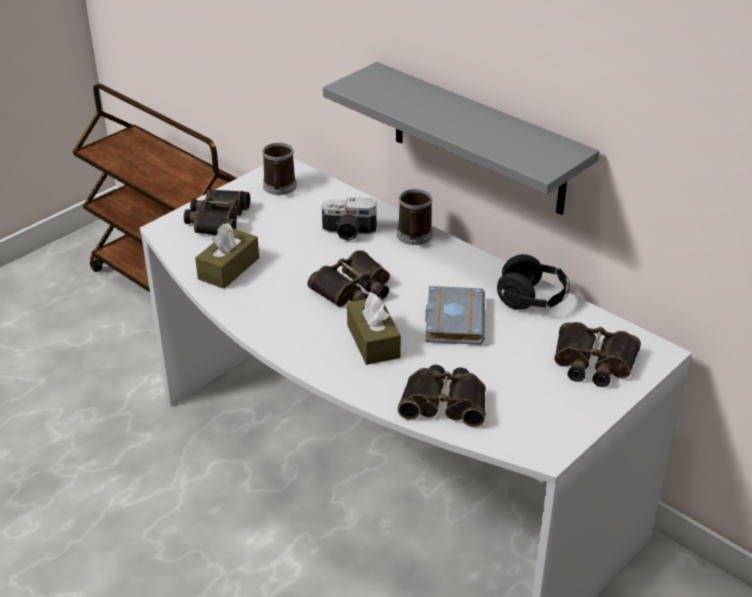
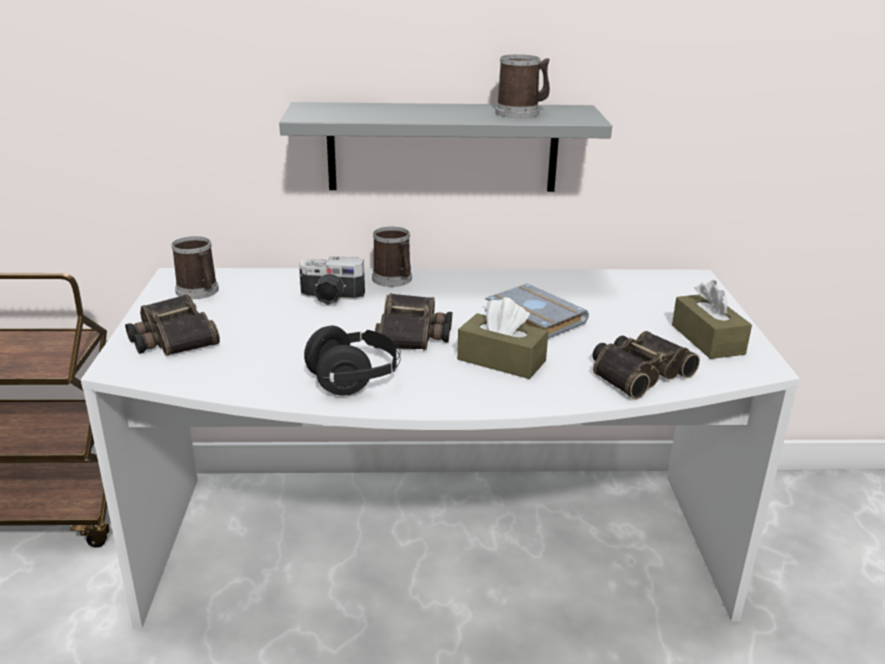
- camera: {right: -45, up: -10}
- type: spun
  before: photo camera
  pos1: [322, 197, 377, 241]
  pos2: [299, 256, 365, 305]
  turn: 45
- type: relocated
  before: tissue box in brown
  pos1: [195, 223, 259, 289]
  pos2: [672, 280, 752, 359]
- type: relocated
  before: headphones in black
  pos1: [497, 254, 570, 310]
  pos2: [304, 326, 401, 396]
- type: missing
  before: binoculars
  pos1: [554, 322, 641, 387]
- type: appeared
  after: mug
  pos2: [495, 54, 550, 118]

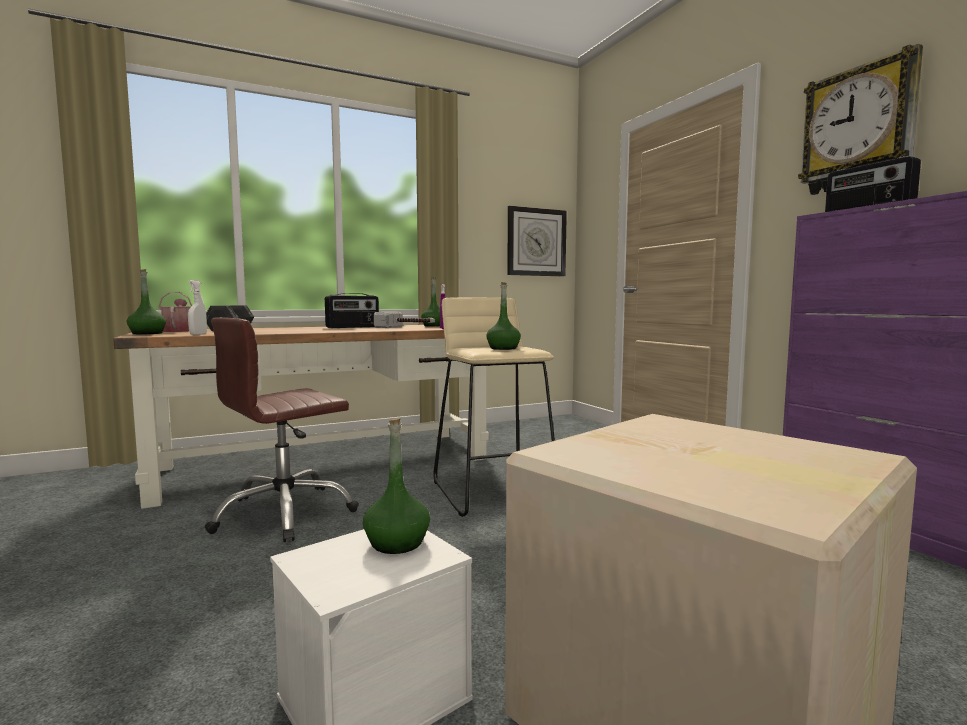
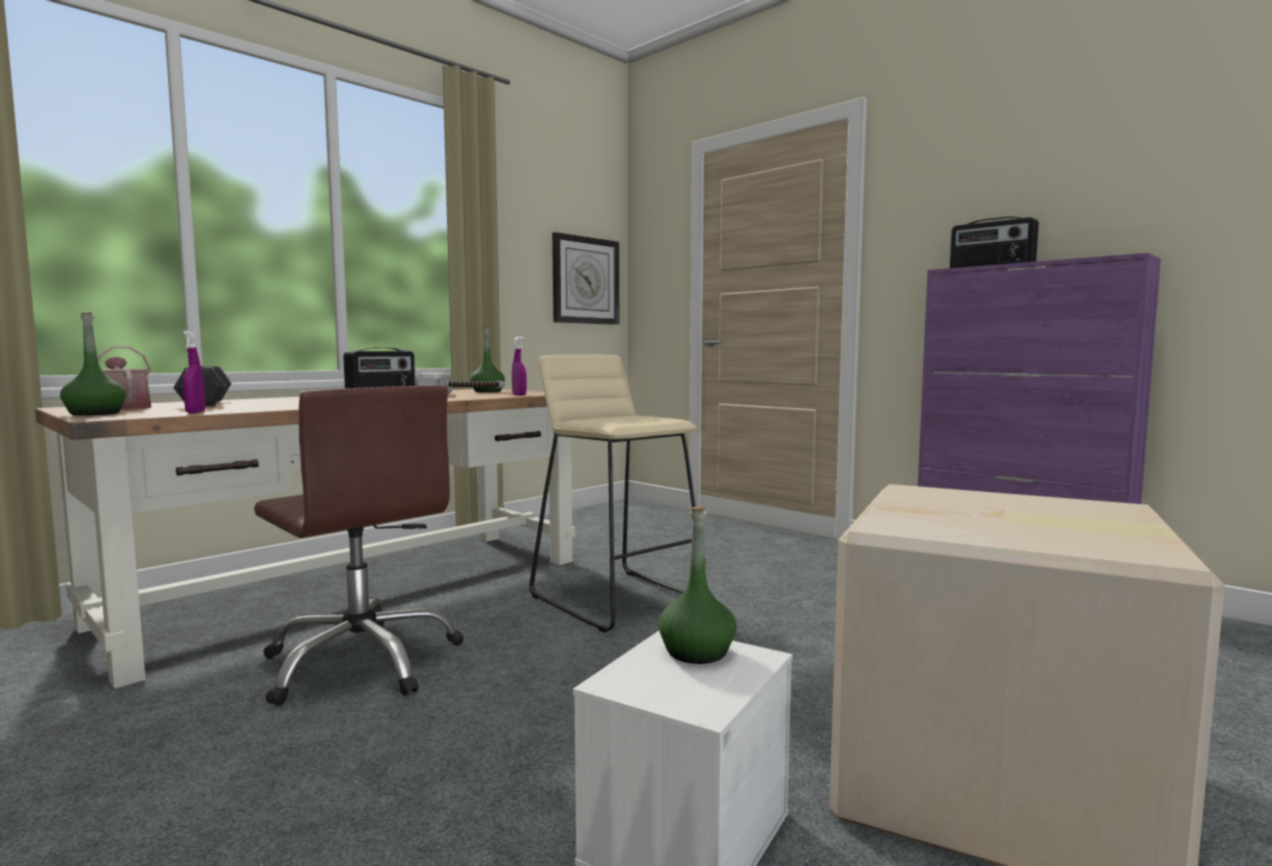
- camera: {right: -20, up: 0}
- type: missing
  before: wall clock
  pos1: [798, 44, 923, 195]
- type: colour
  before: spray bottle in white
  after: spray bottle in purple
  pos1: [188, 280, 207, 335]
  pos2: [183, 330, 206, 413]
- type: missing
  before: bottle in green
  pos1: [486, 282, 521, 350]
- type: spun
  before: office chair in brown
  pos1: [205, 317, 359, 542]
  pos2: [254, 386, 464, 706]
  turn: -75

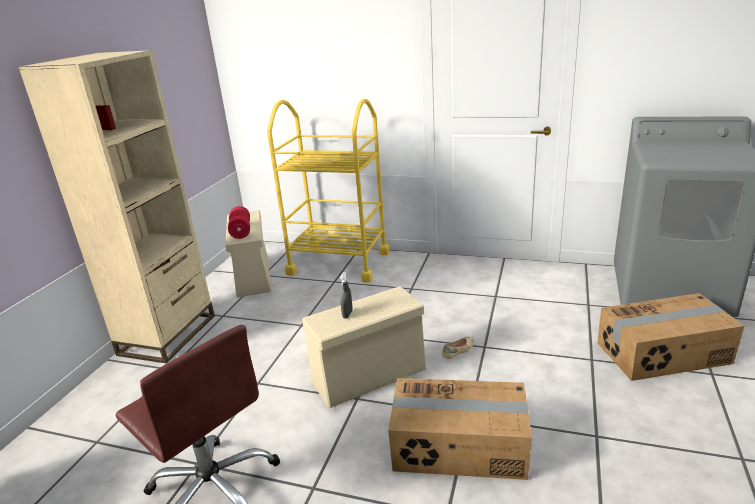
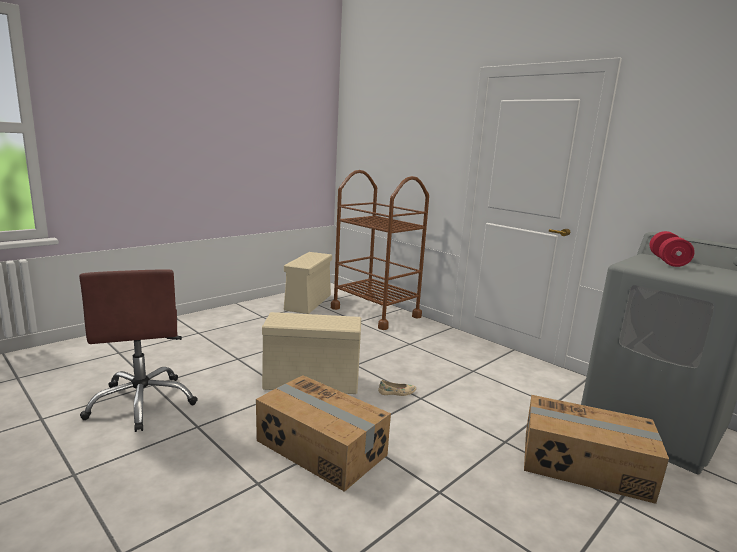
- camera: {right: 25, up: -10}
- type: missing
  before: bookcase in beige
  pos1: [18, 50, 215, 363]
- type: colour
  before: cart in yellow
  after: cart in brown
  pos1: [267, 99, 389, 283]
  pos2: [331, 170, 429, 330]
- type: relocated
  before: dumbbell in red
  pos1: [228, 206, 250, 239]
  pos2: [650, 231, 695, 267]
- type: missing
  before: spray bottle in grey
  pos1: [340, 272, 352, 318]

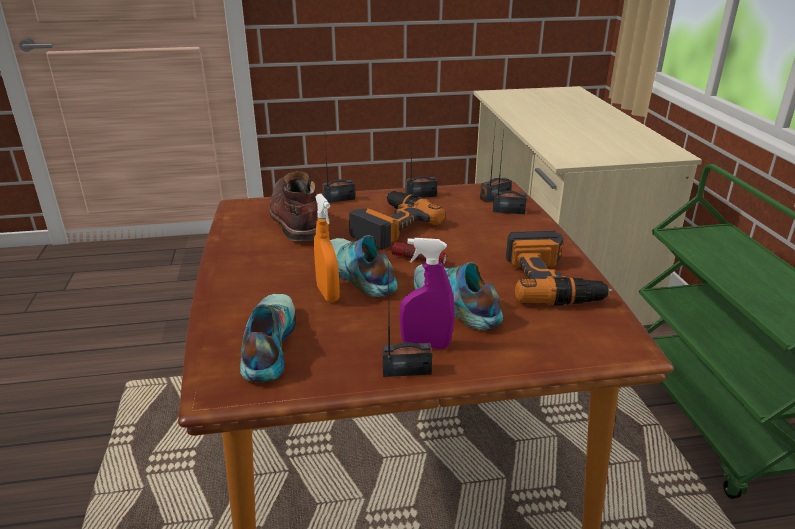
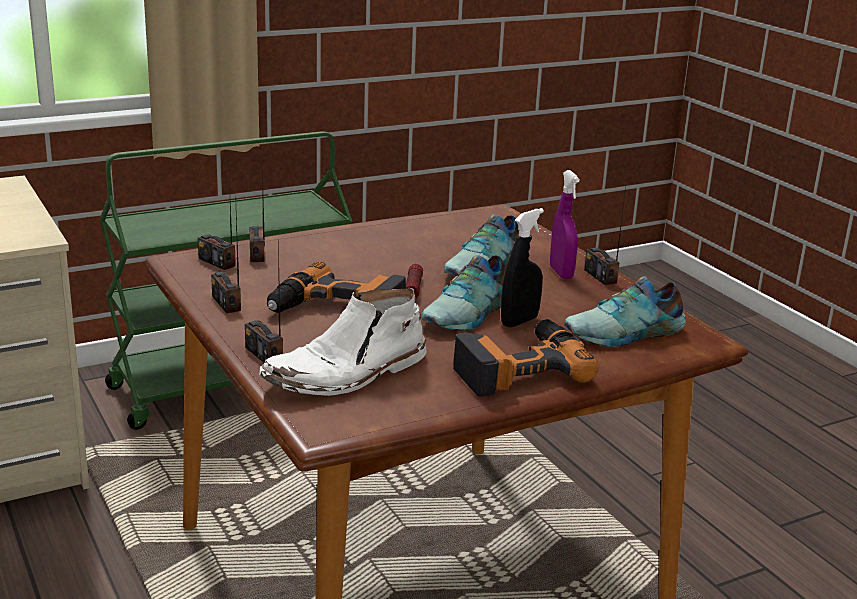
- camera: {right: -110, up: -5}
- type: colour
  before: boot in brown
  after: boot in white
  pos1: [269, 171, 317, 241]
  pos2: [259, 288, 427, 396]
- type: colour
  before: spray bottle in orange
  after: spray bottle in black
  pos1: [314, 194, 340, 302]
  pos2: [501, 208, 544, 327]
- type: relocated
  before: power drill
  pos1: [506, 231, 612, 306]
  pos2: [453, 319, 599, 397]

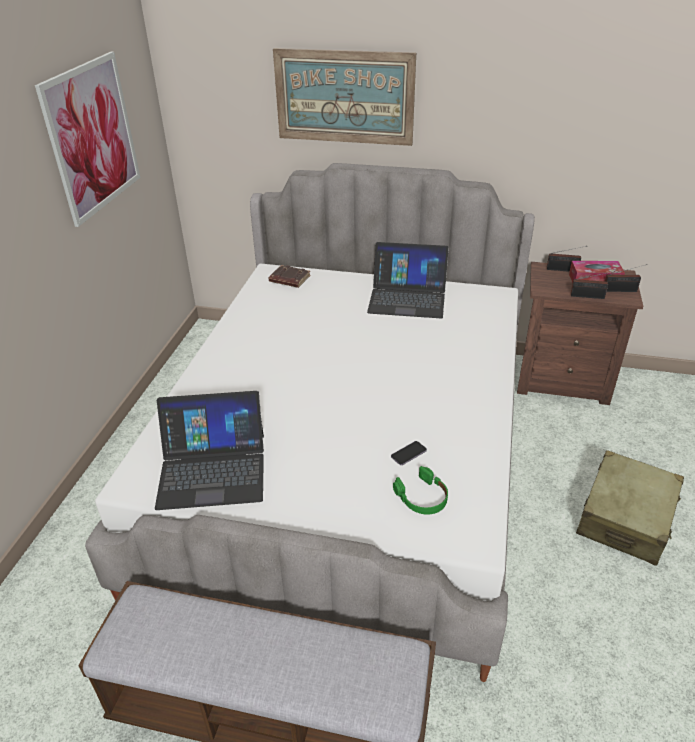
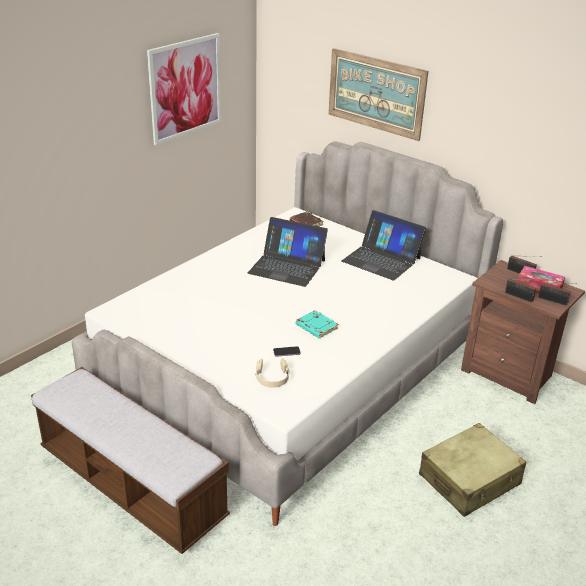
- camera: {right: 25, up: -5}
- type: relocated
  before: laptop
  pos1: [155, 391, 264, 510]
  pos2: [248, 217, 328, 287]
- type: colour
  before: headphones in green
  after: headphones in beige
  pos1: [393, 466, 448, 515]
  pos2: [256, 358, 289, 388]
- type: appeared
  after: book in turquoise
  pos2: [296, 310, 338, 338]

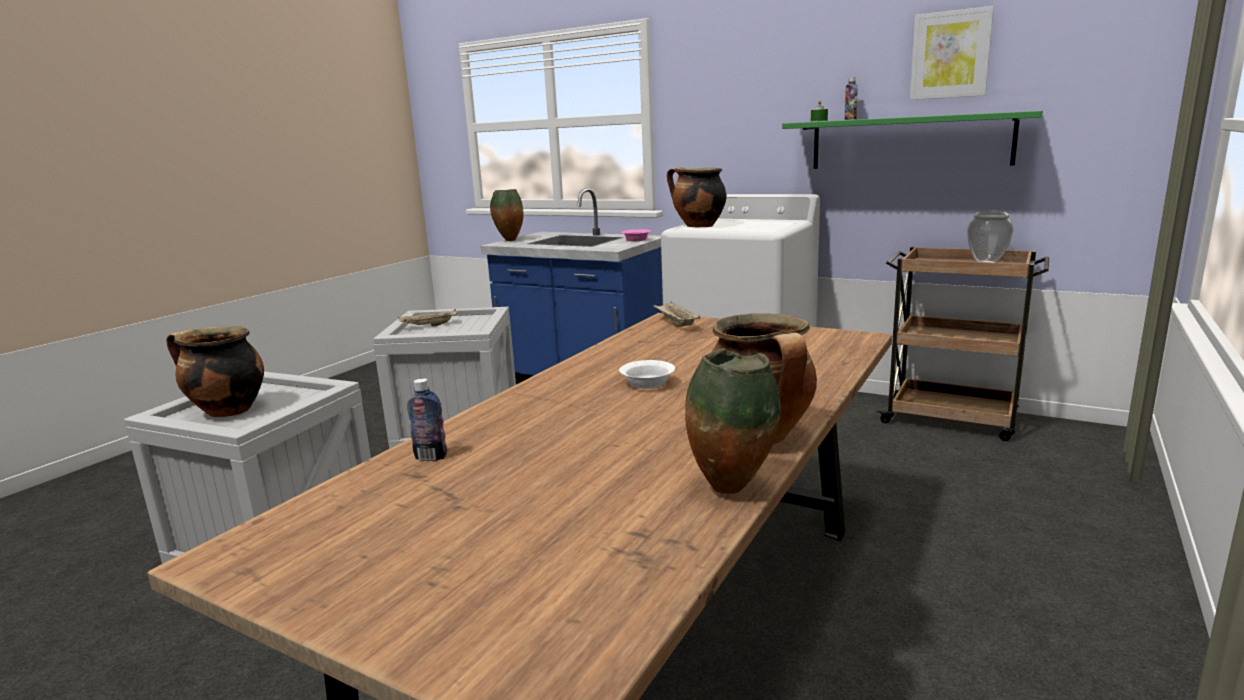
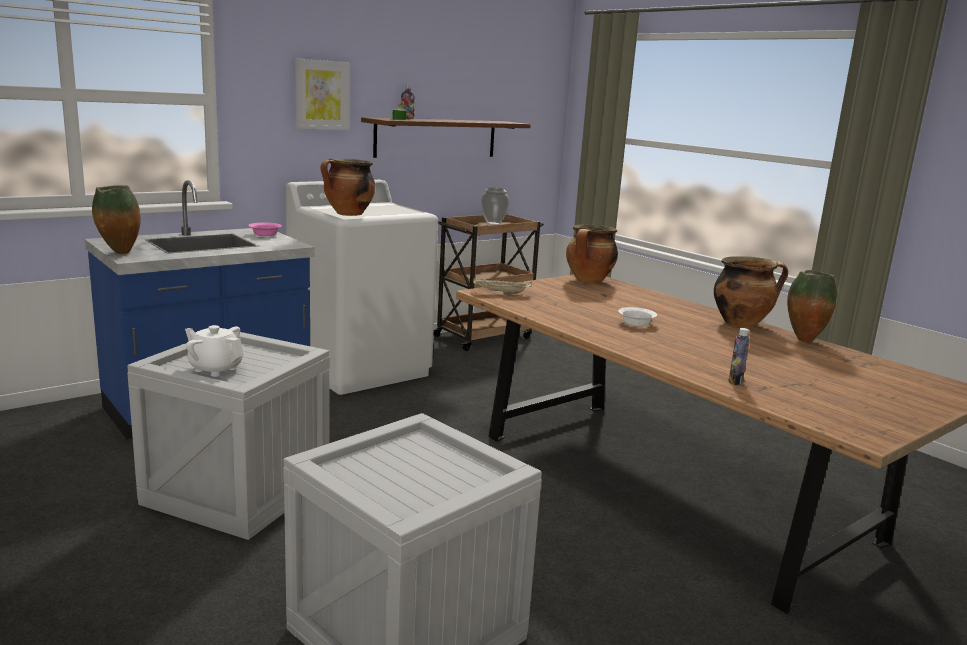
- camera: {right: -70, up: 0}
- type: relocated
  before: picture
  pos1: [910, 6, 994, 100]
  pos2: [295, 58, 349, 130]
- type: colour
  before: shelf in green
  after: shelf in brown
  pos1: [782, 111, 1043, 169]
  pos2: [361, 117, 531, 158]
- type: exchanged
  before: tray in beige
  after: teapot in white
  pos1: [398, 309, 458, 326]
  pos2: [185, 325, 244, 377]
- type: relocated
  before: cooking pot
  pos1: [166, 326, 264, 417]
  pos2: [566, 224, 618, 283]

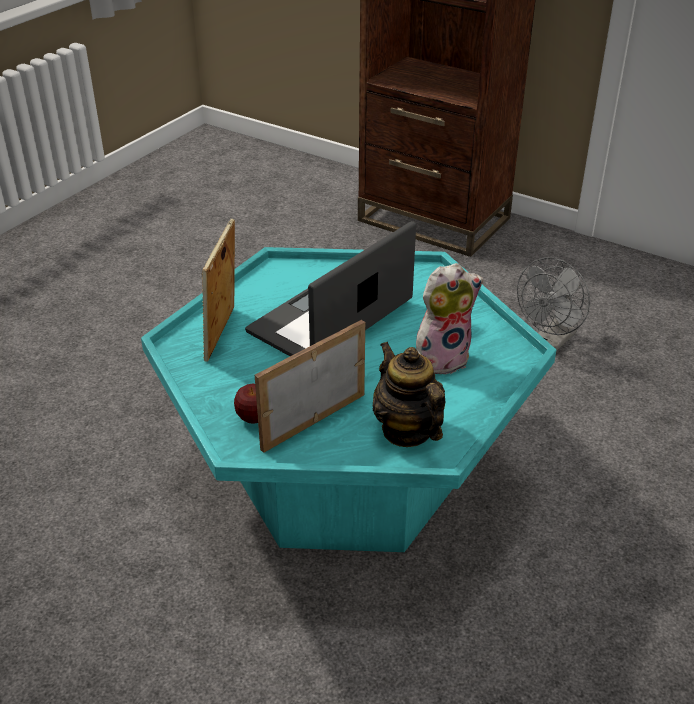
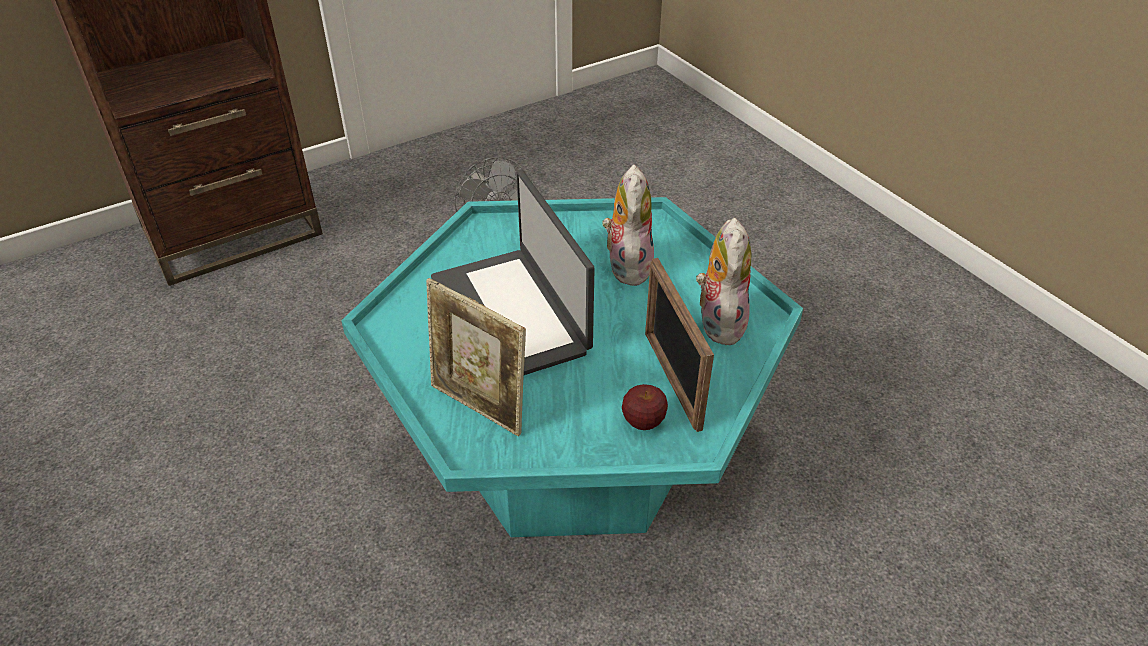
- camera: {right: -65, up: 5}
- type: exchanged
  before: teapot
  after: plush toy
  pos1: [372, 342, 445, 447]
  pos2: [696, 218, 751, 345]

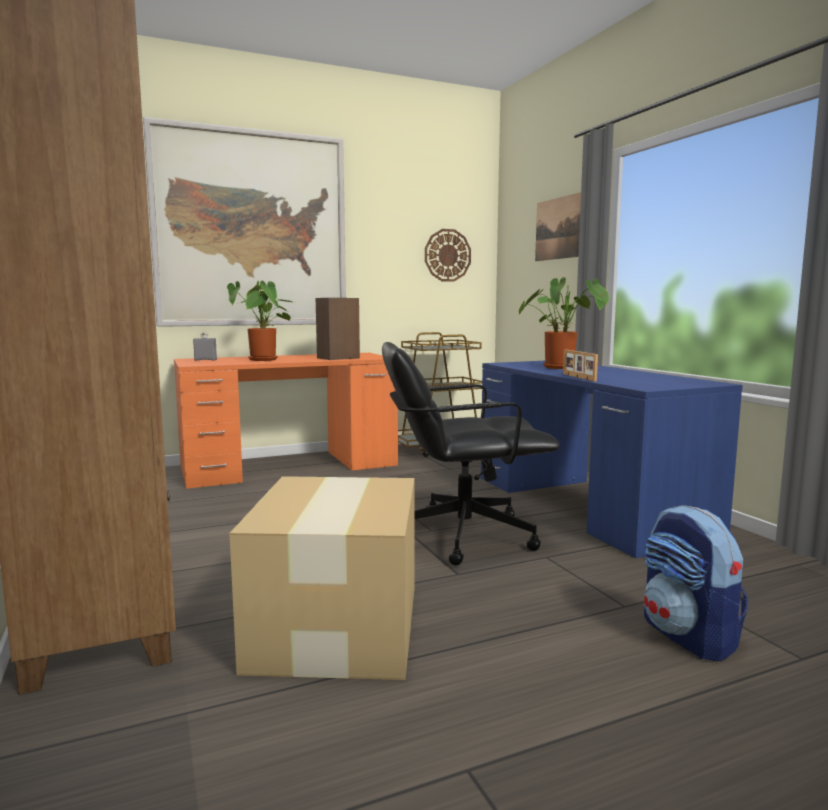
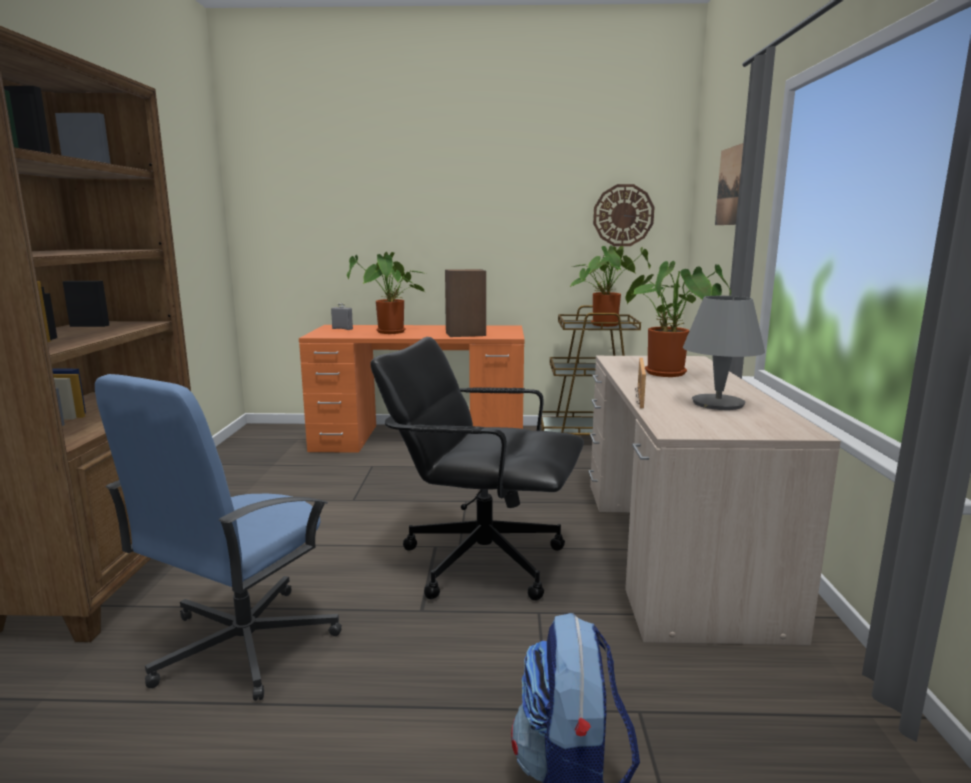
- camera: {right: 25, up: 5}
- type: missing
  before: picture
  pos1: [143, 117, 346, 327]
- type: colour
  before: desk in blue
  after: desk in beige
  pos1: [481, 361, 743, 558]
  pos2: [588, 356, 841, 645]
- type: exchanged
  before: cardboard box
  after: office chair in blue
  pos1: [230, 476, 414, 680]
  pos2: [95, 374, 342, 701]
- type: appeared
  after: potted plant
  pos2: [570, 245, 651, 327]
- type: appeared
  after: table lamp in grey
  pos2: [683, 296, 765, 410]

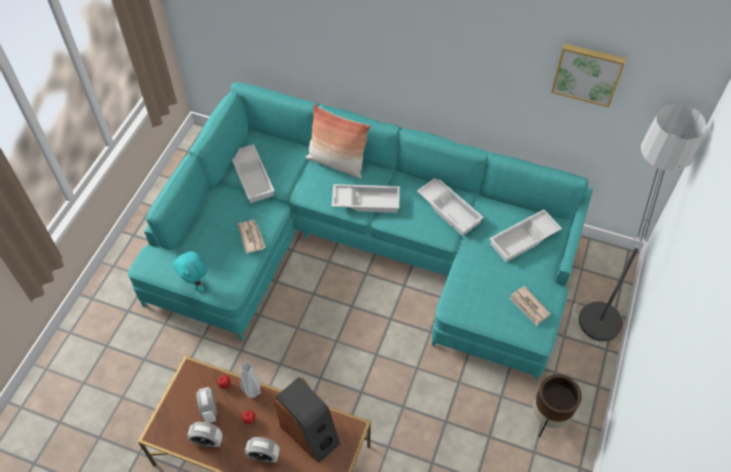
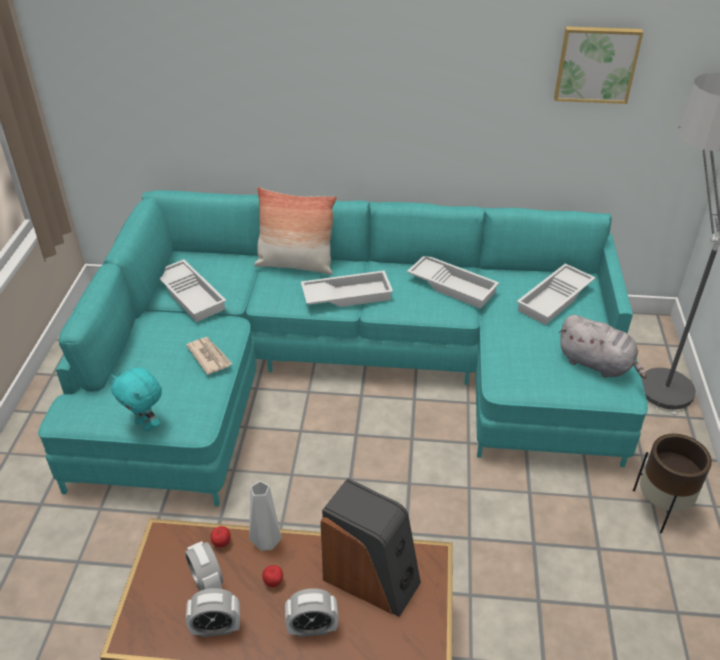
- camera: {right: -15, up: -15}
- type: exchanged
  before: newspaper
  after: plush toy in grey
  pos1: [509, 286, 551, 326]
  pos2: [559, 315, 647, 379]

